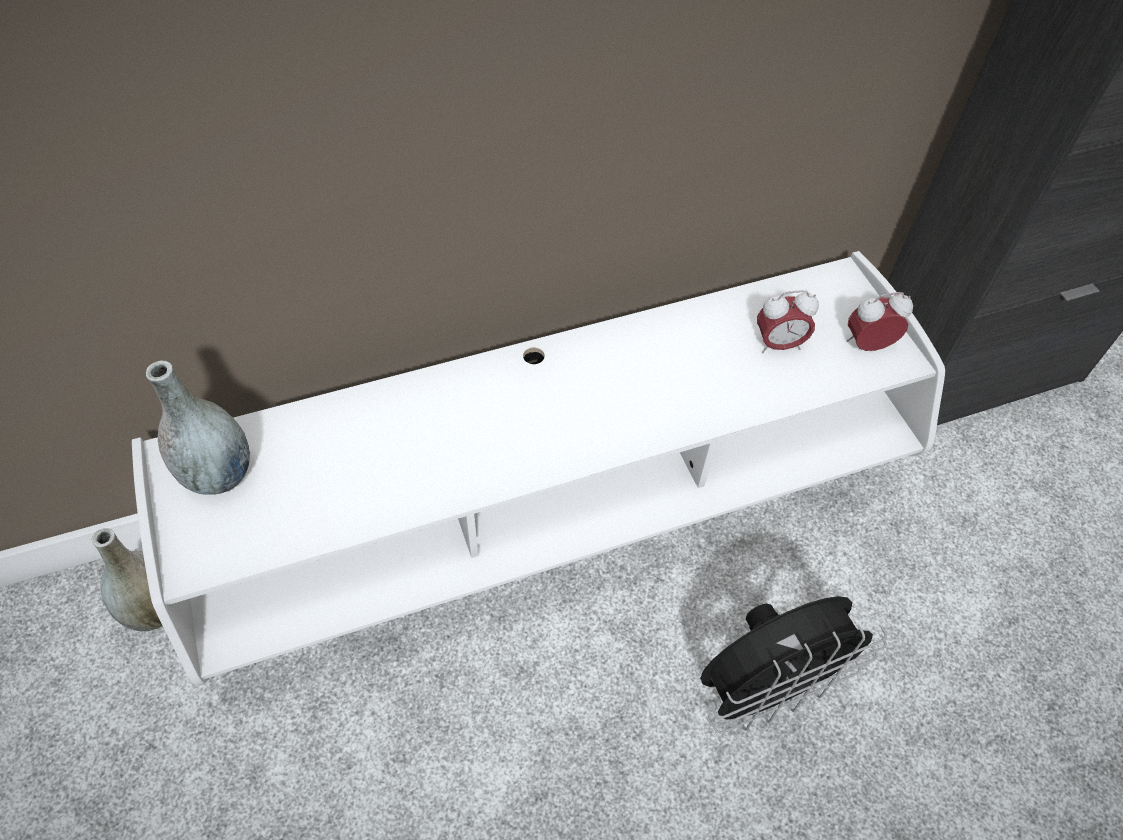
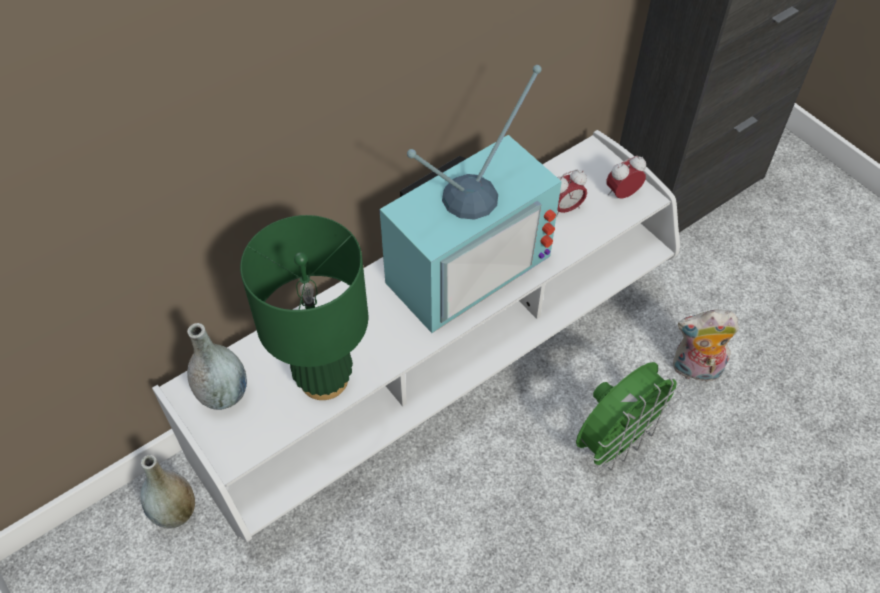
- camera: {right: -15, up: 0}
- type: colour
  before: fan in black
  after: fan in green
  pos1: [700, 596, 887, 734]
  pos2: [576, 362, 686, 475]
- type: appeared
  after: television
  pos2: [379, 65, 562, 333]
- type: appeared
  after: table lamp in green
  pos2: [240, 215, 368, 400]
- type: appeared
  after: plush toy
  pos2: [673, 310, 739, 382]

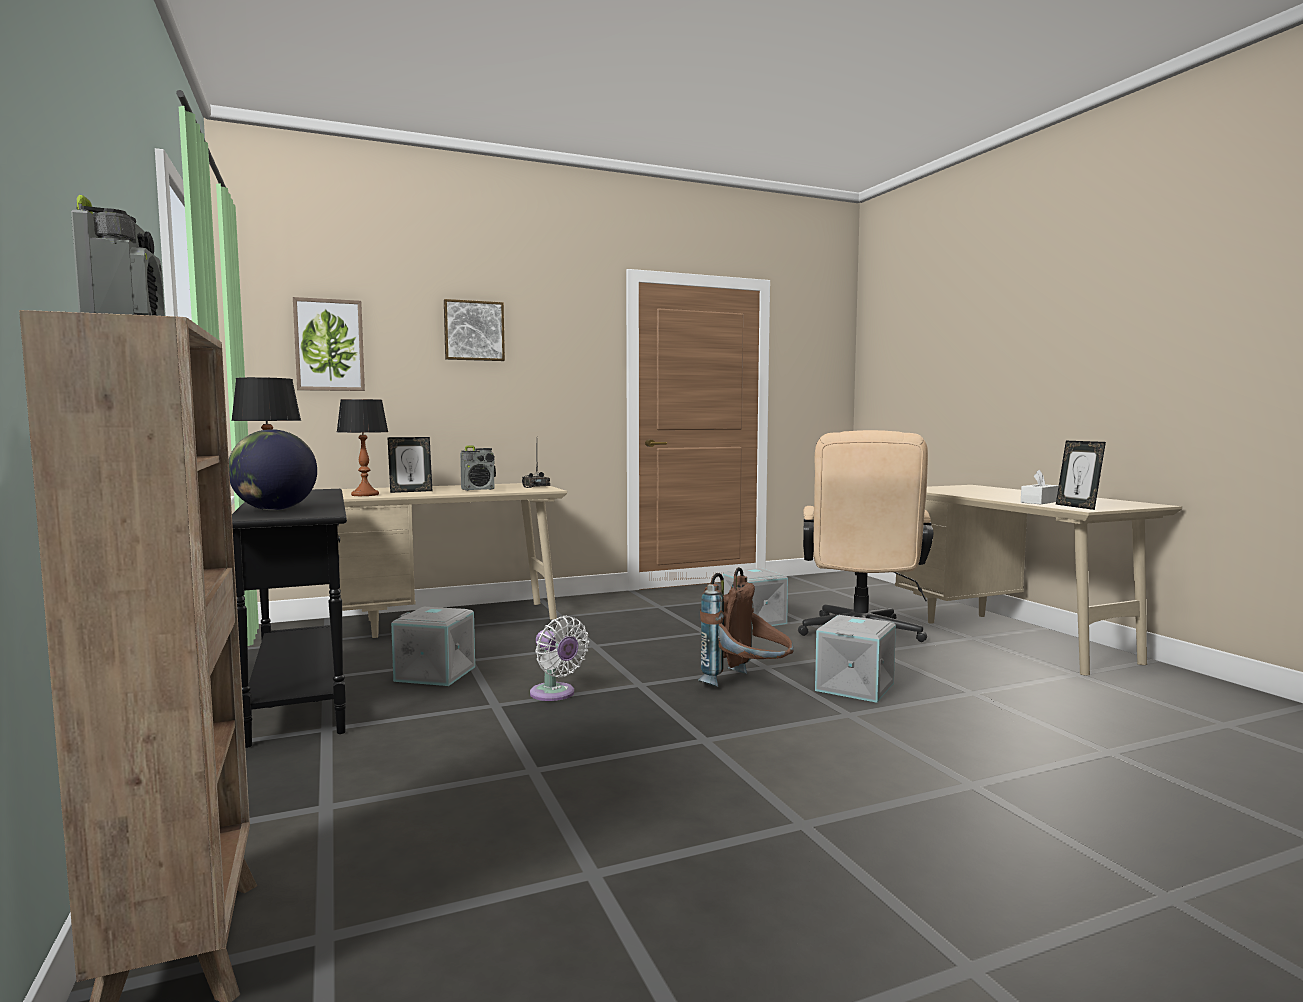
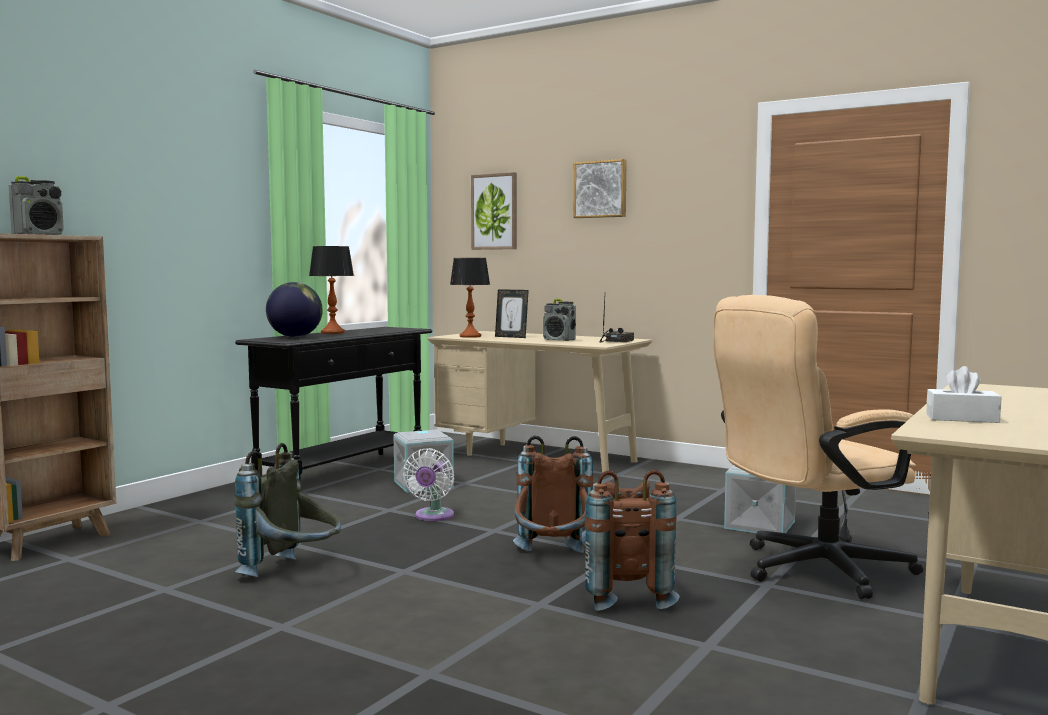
- camera: {right: 55, up: 0}
- type: missing
  before: picture frame
  pos1: [1056, 441, 1106, 510]
- type: exchanged
  before: storage box in grey
  after: backpack in brown
  pos1: [815, 615, 896, 703]
  pos2: [581, 470, 680, 611]
- type: appeared
  after: backpack in grey
  pos2: [234, 443, 341, 577]

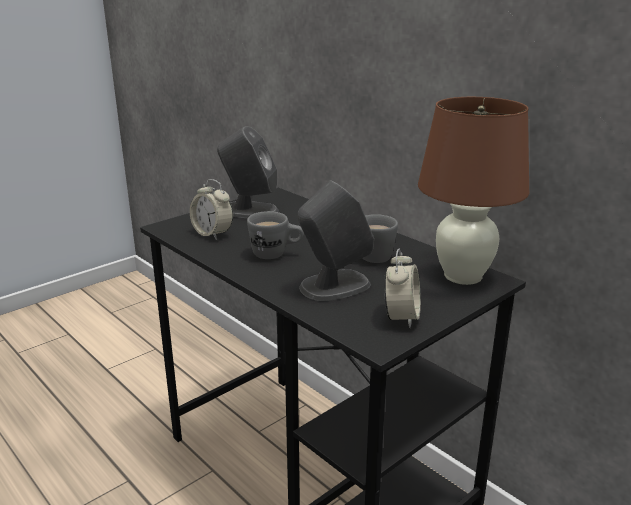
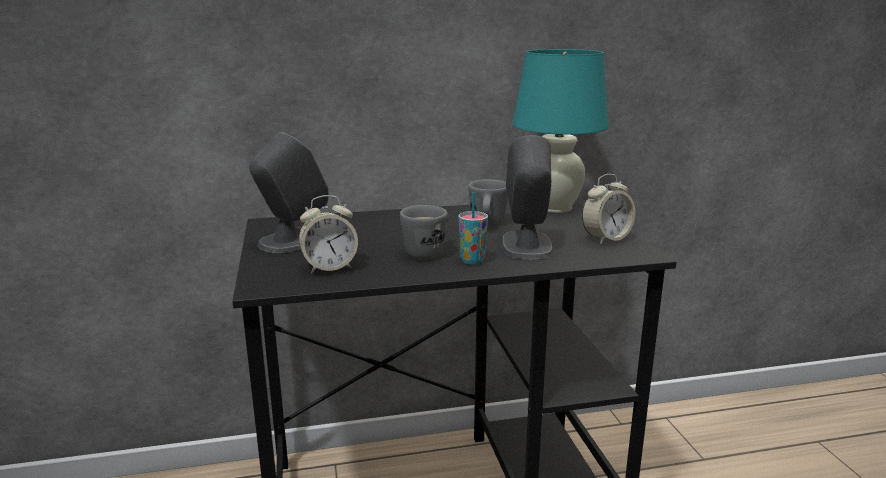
- camera: {right: -60, up: -5}
- type: colour
  before: table lamp in brown
  after: table lamp in turquoise
  pos1: [418, 97, 530, 285]
  pos2: [513, 49, 609, 213]
- type: spun
  before: alarm clock
  pos1: [384, 248, 421, 328]
  pos2: [582, 174, 635, 244]
  turn: 105
- type: appeared
  after: cup
  pos2: [458, 192, 488, 265]

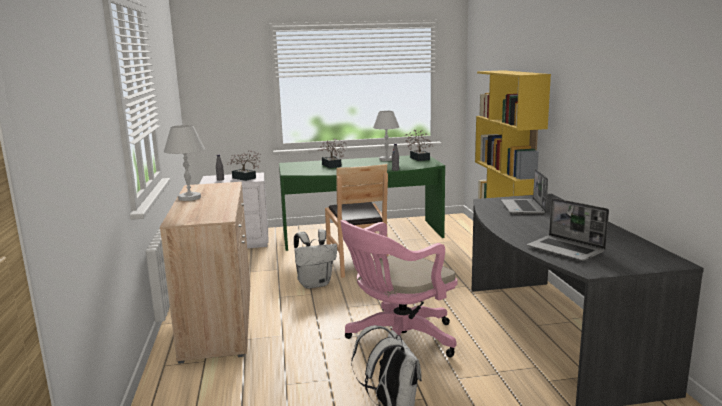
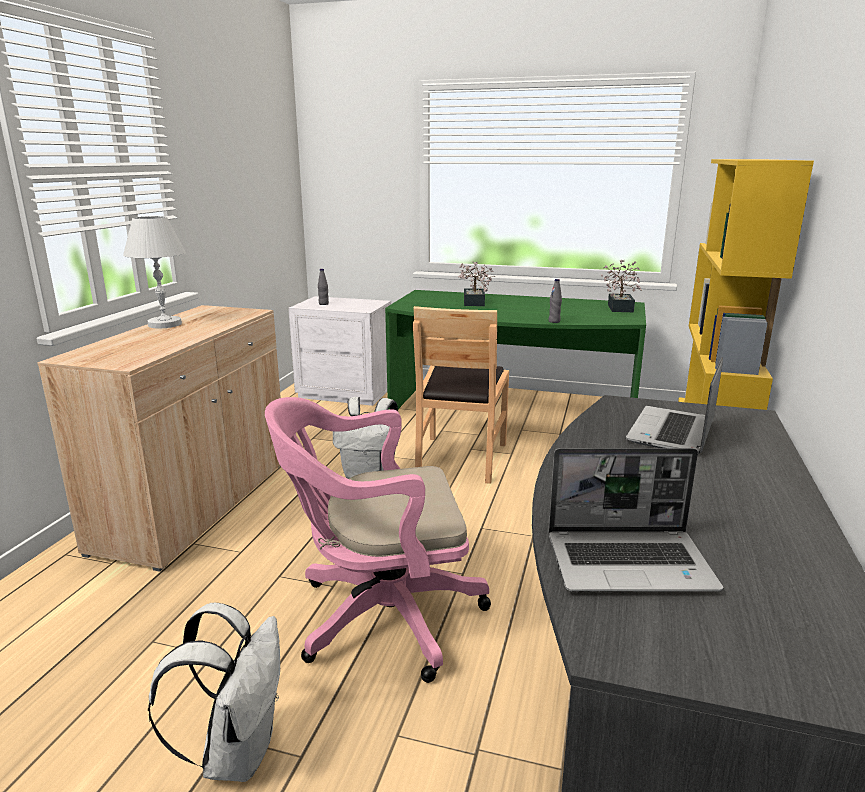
- camera: {right: 25, up: 5}
- type: missing
  before: table lamp in white
  pos1: [373, 111, 399, 161]
- type: missing
  before: potted plant
  pos1: [228, 151, 261, 181]
- type: spun
  before: laptop
  pos1: [527, 198, 609, 261]
  pos2: [549, 448, 724, 591]
  turn: -75

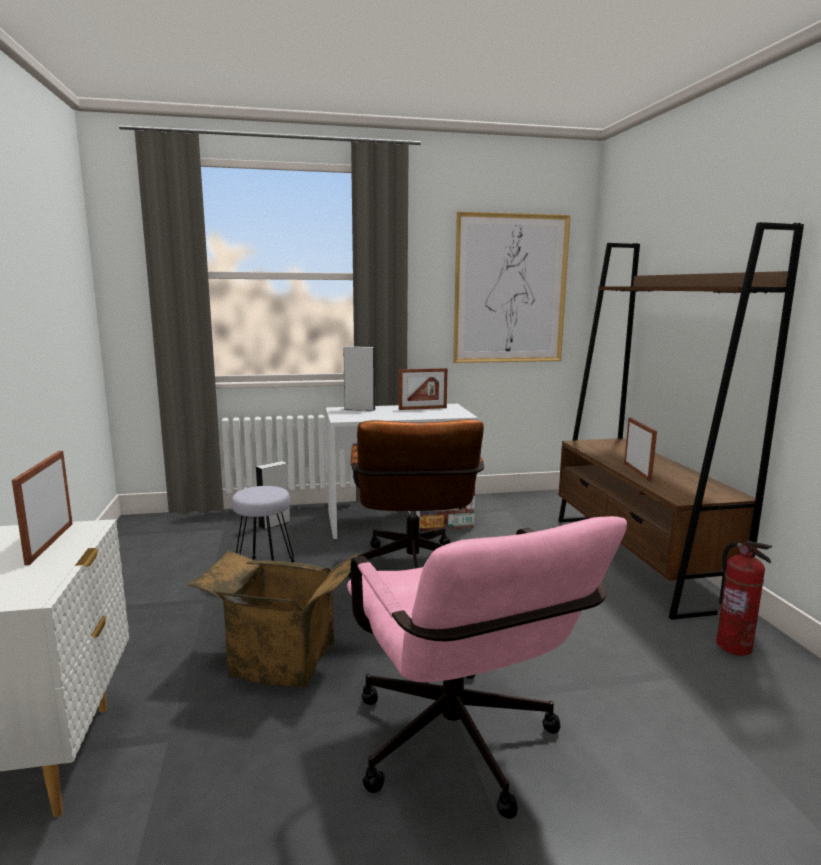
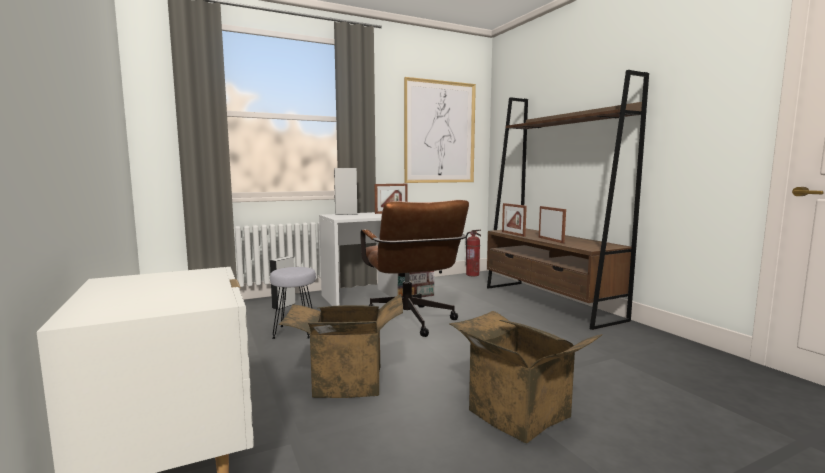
- camera: {right: -15, up: -5}
- type: relocated
  before: picture frame
  pos1: [12, 451, 73, 565]
  pos2: [502, 203, 527, 237]
- type: exchanged
  before: office chair in pink
  after: cardboard box
  pos1: [347, 516, 627, 819]
  pos2: [449, 311, 602, 443]
- type: relocated
  before: fire extinguisher
  pos1: [716, 540, 772, 656]
  pos2: [465, 230, 481, 276]

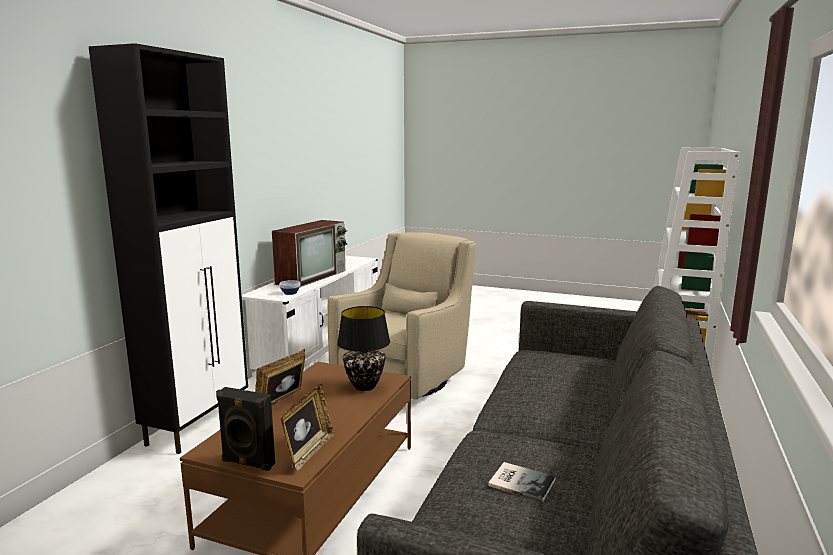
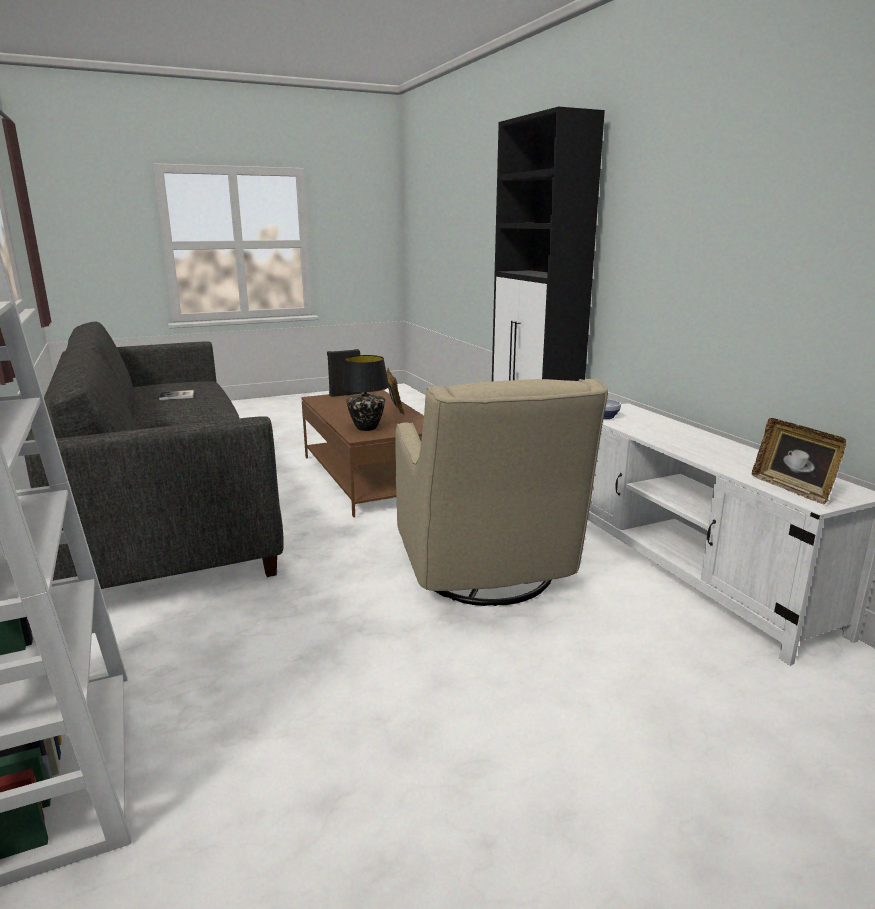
- camera: {right: 135, up: 5}
- type: missing
  before: television
  pos1: [272, 220, 347, 287]
- type: relocated
  before: picture frame
  pos1: [281, 384, 335, 471]
  pos2: [752, 418, 846, 505]

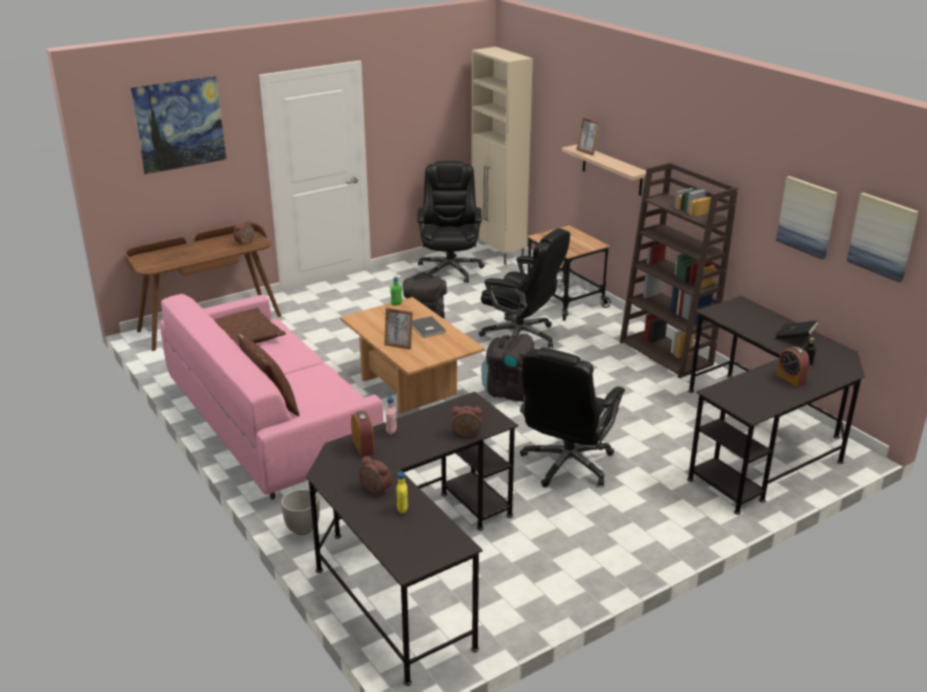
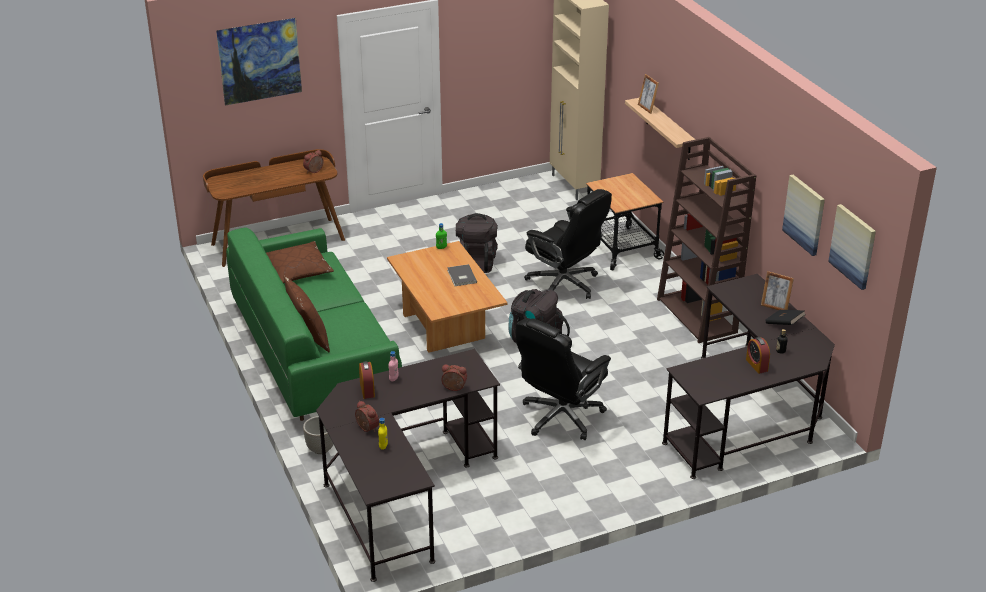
- camera: {right: 10, up: 5}
- type: missing
  before: office chair in black
  pos1: [417, 161, 485, 283]
- type: colour
  before: sofa in pink
  after: sofa in green
  pos1: [160, 294, 384, 500]
  pos2: [226, 227, 402, 421]
- type: relocated
  before: picture frame
  pos1: [384, 308, 413, 350]
  pos2: [761, 271, 794, 310]

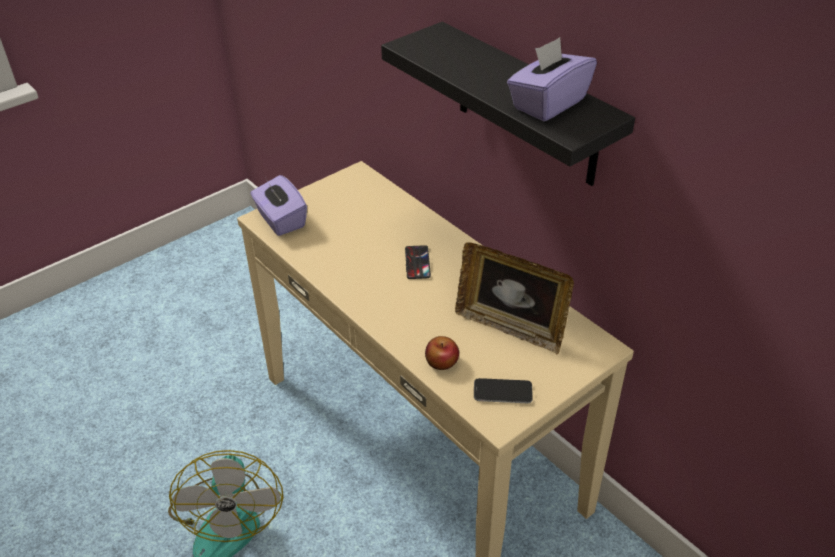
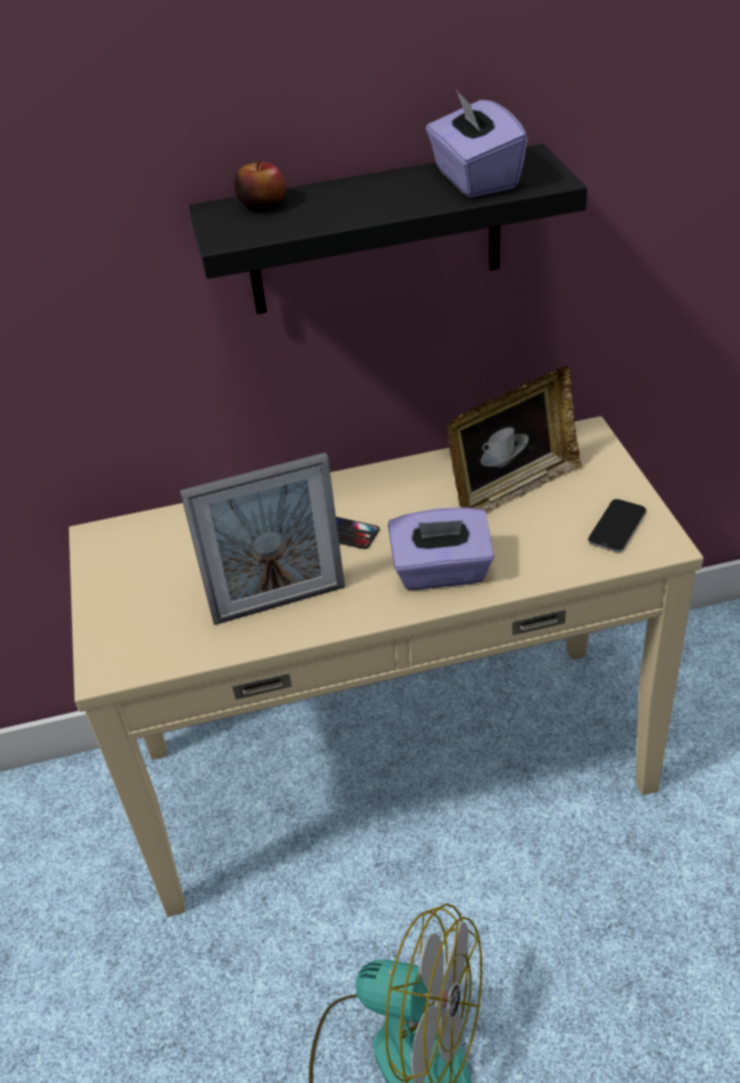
- camera: {right: -60, up: 0}
- type: relocated
  before: tissue box in purple
  pos1: [250, 175, 307, 236]
  pos2: [388, 508, 494, 590]
- type: relocated
  before: apple
  pos1: [425, 336, 459, 370]
  pos2: [234, 162, 285, 211]
- type: appeared
  after: picture frame
  pos2: [180, 452, 345, 625]

